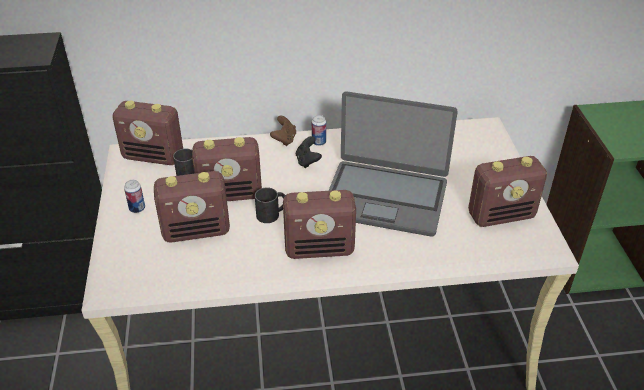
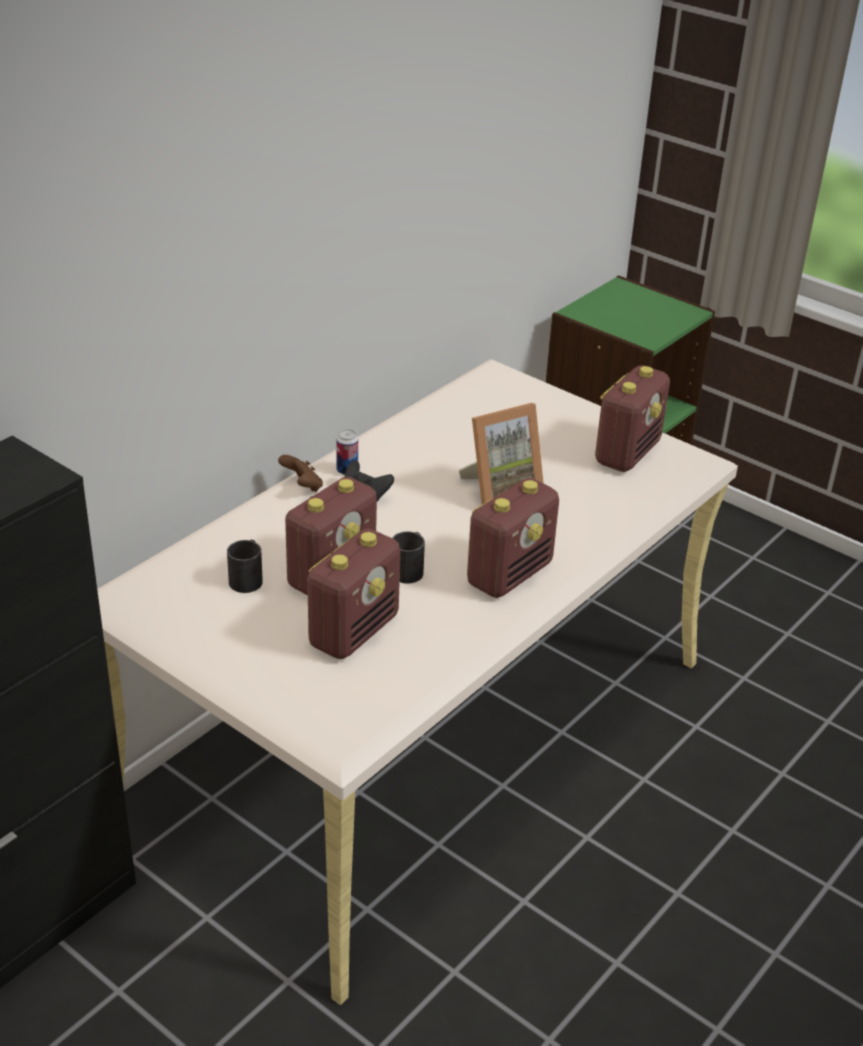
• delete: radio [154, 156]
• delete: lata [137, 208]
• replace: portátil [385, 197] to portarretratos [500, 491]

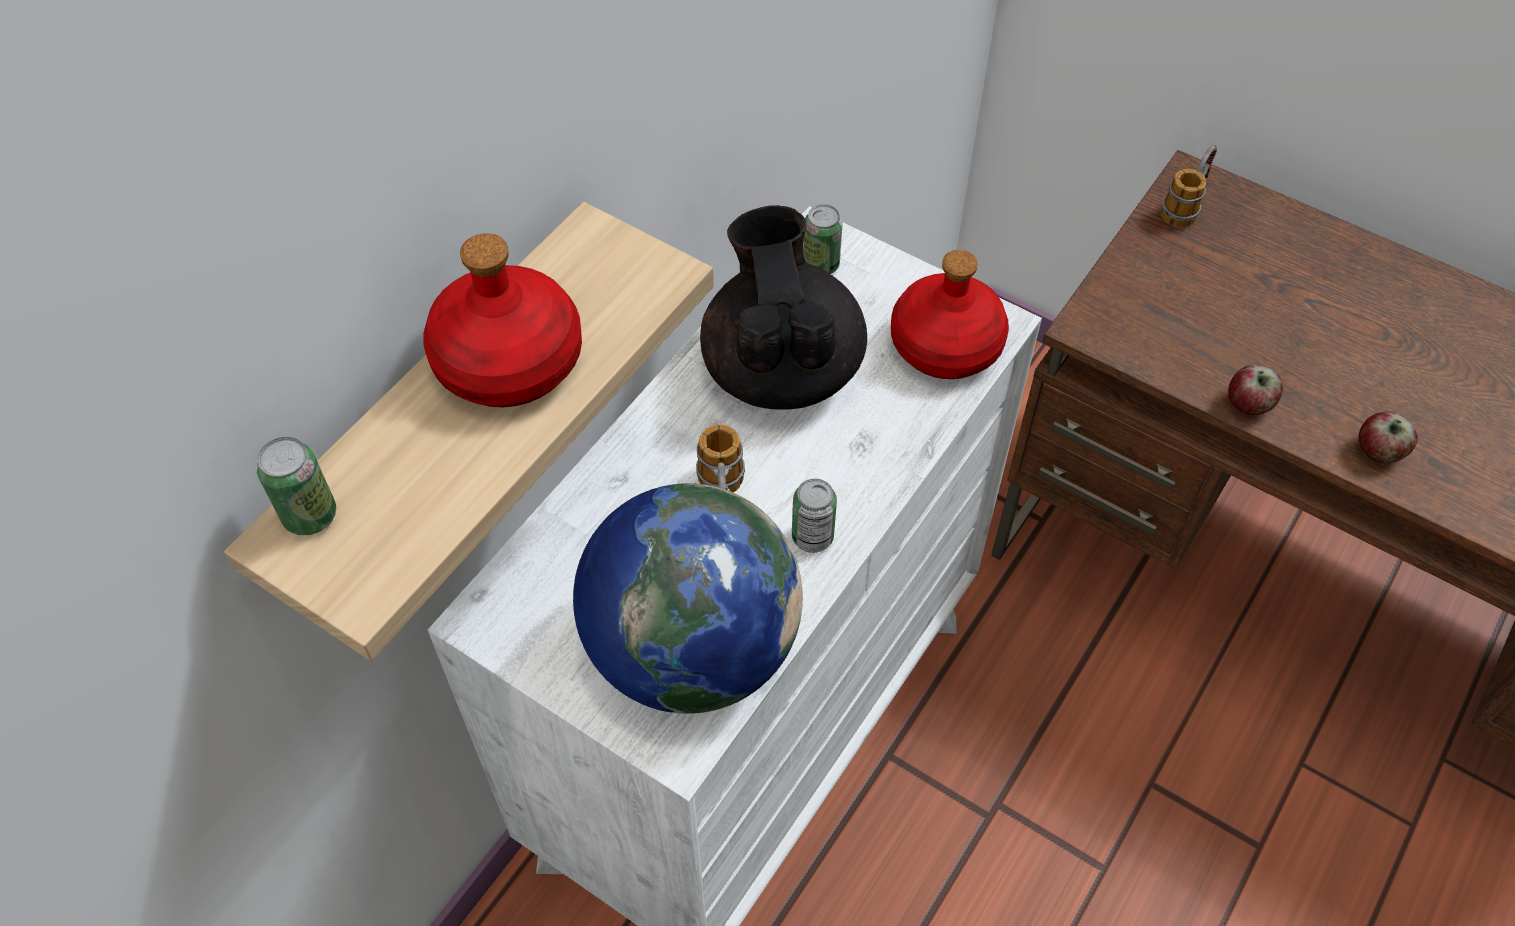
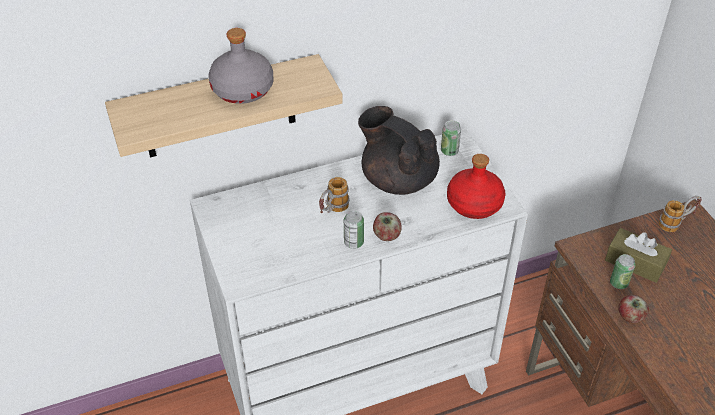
• delete: globo terráqueo [692, 649]
• insert: caja de pañuelos [marrón] [635, 262]
• move: lata [310, 515] to [618, 283]
• move: manzana [1378, 452] to [386, 236]
• recolor: botella [rojo] [510, 360] to botella [gris] [243, 90]
• rotate: tetera [negro] [781, 367] = [398, 179] 75 degrees counterclockwise

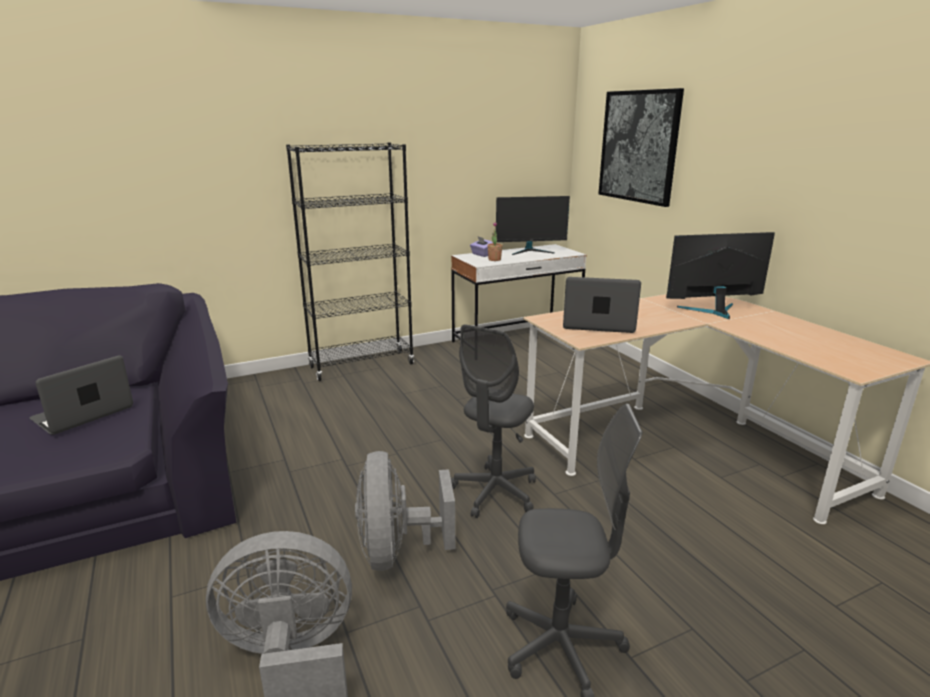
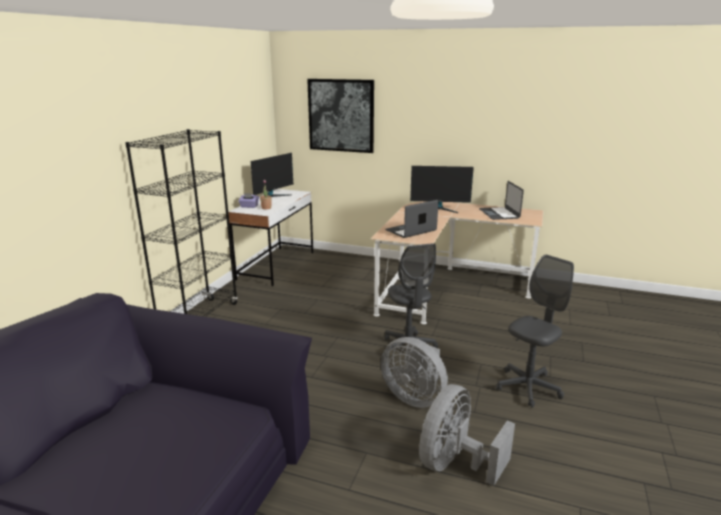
• move: portátil [83, 413] to [499, 213]
• rotate: monitor [714, 311] = [439, 209] 120 degrees counterclockwise

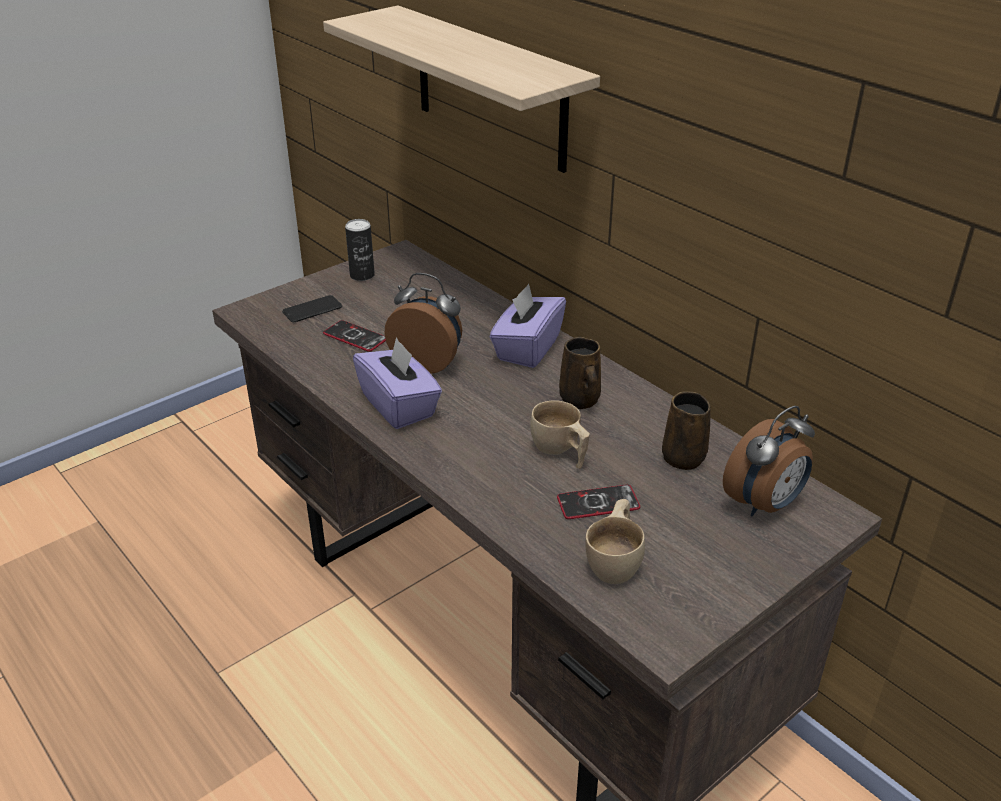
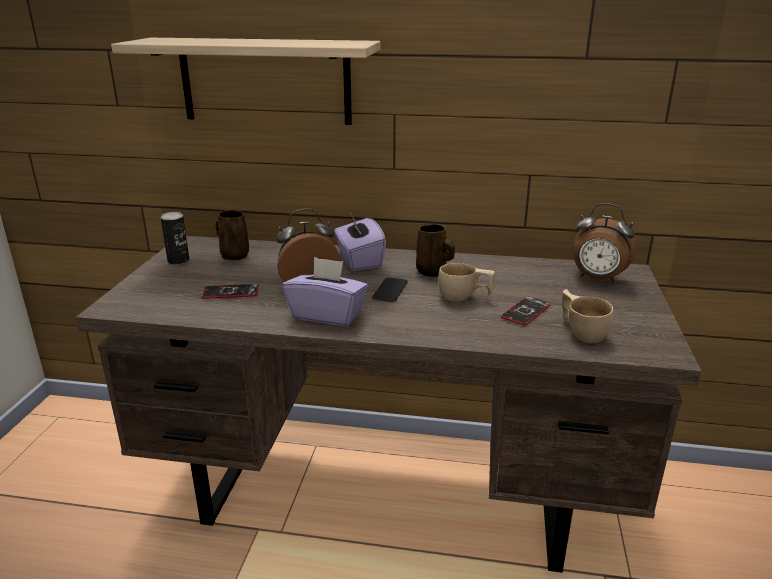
• move: móvil [312, 310] to [390, 290]
• move: taza grande [marrón] [682, 456] to [233, 255]
• rotate: despertador [764, 504] = [597, 279] 105 degrees clockwise

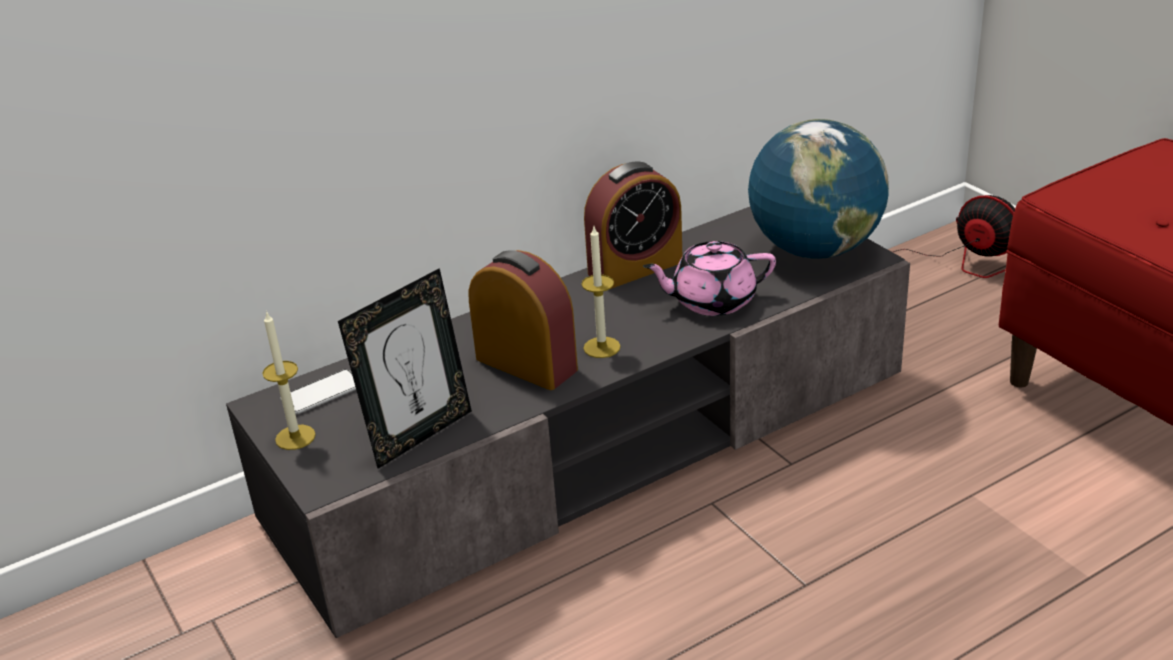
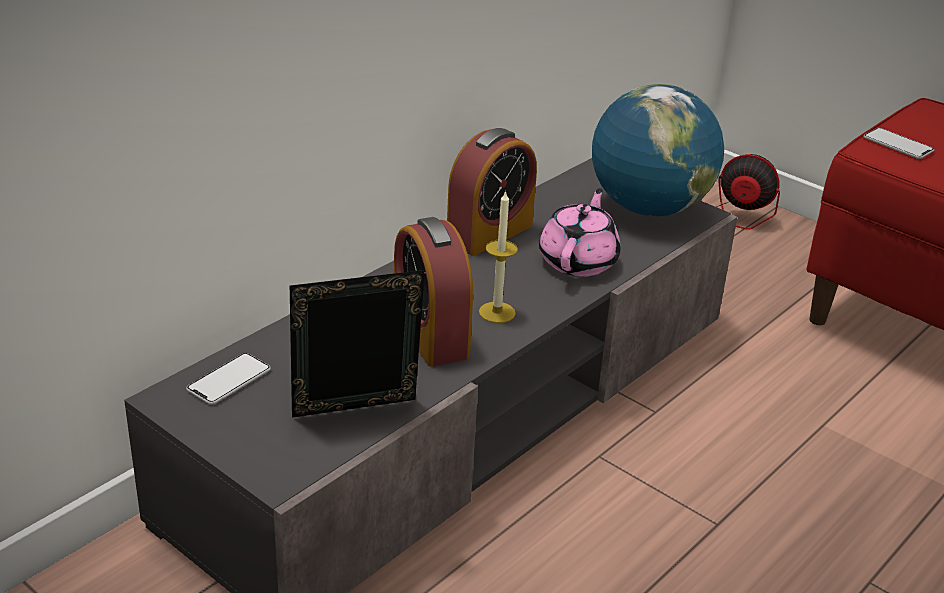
• delete: vela [295, 437]
• insert: móvil [898, 145]
• rotate: portarretratos [419, 435] = [356, 414] 135 degrees counterclockwise
• rotate: despertador [526, 364] = [430, 334] 135 degrees counterclockwise
• rotate: tetera [rosa] [712, 301] = [579, 261] 135 degrees clockwise

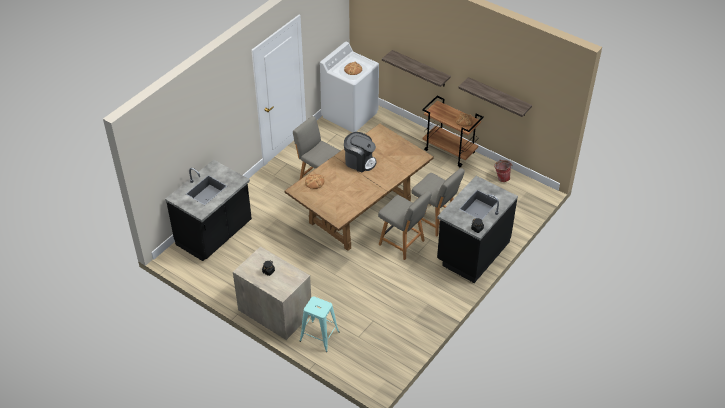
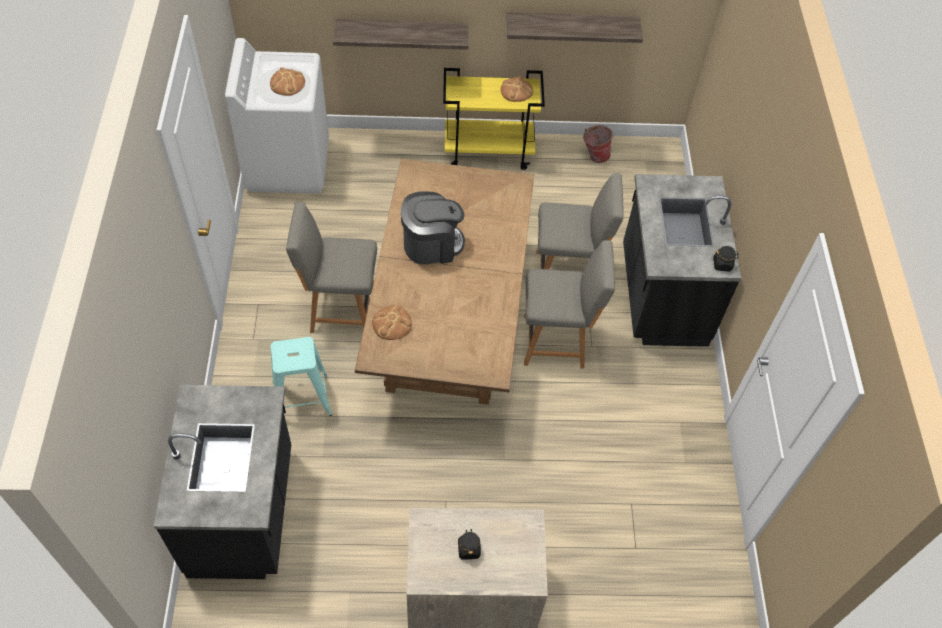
• move: taburete [turquesa] [319, 336] to [302, 398]
• recolor: carrito [marrón] [450, 151] to carrito [amarillo] [489, 151]

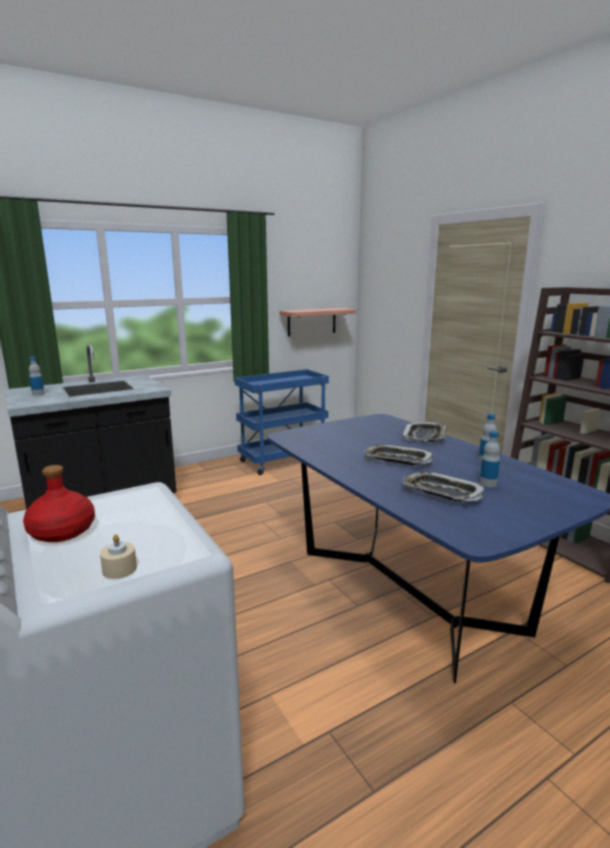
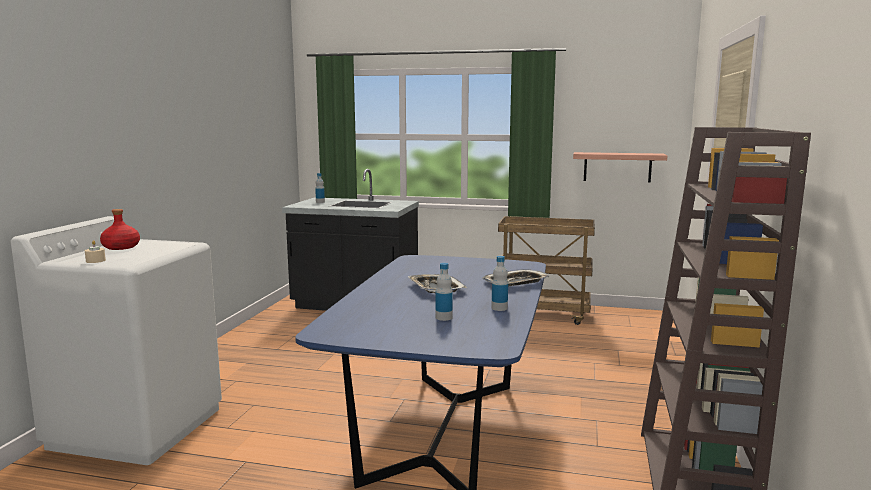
• delete: bandeja [442, 492]
• recolor: carrito [azul] [283, 460] to carrito [marrón] [544, 314]

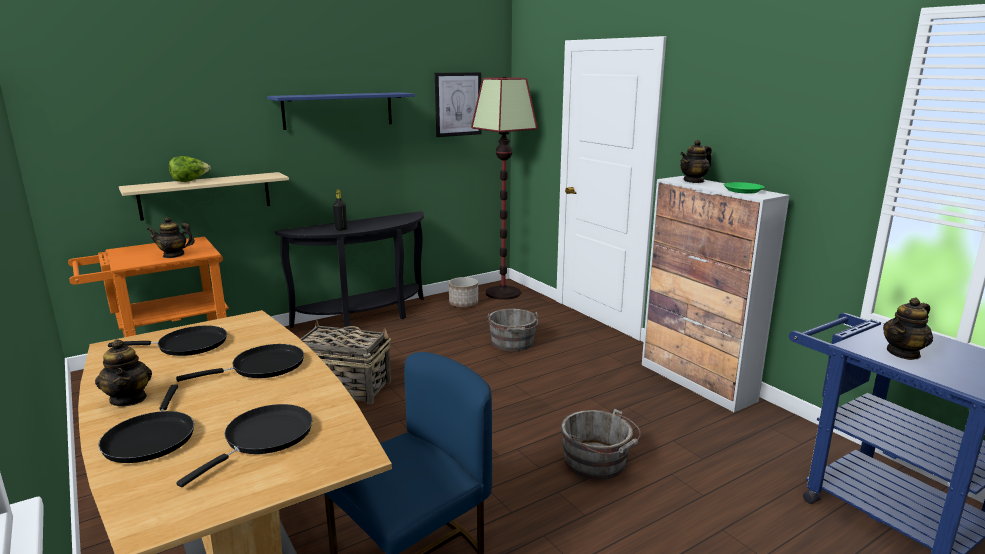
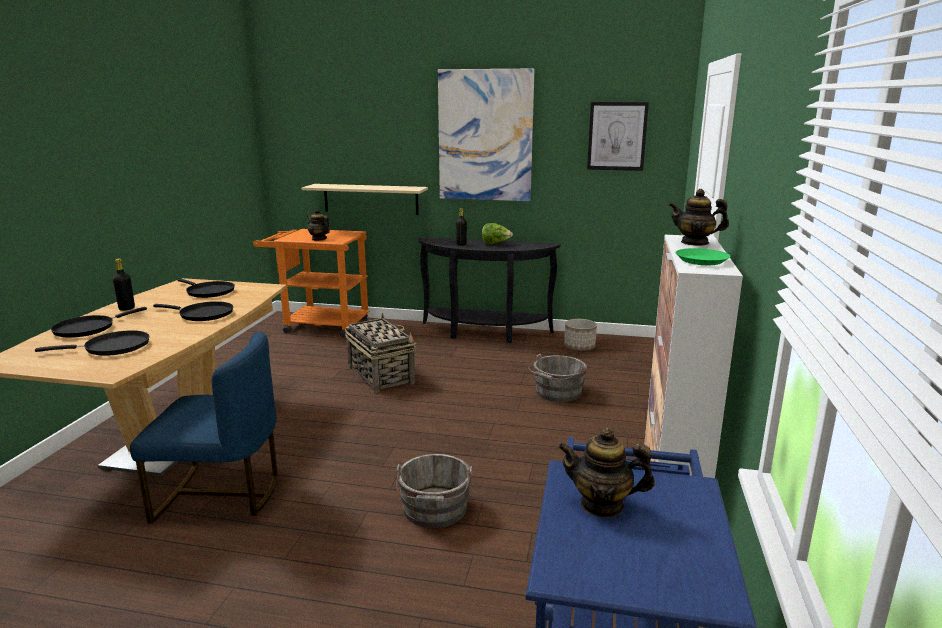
• delete: lámpara de pie [503, 293]
• move: lechuga [190, 181] to [495, 244]
• replace: tetera [129, 399] to botella [negro] [127, 308]
• replace: estante [azul] [338, 110] to cuadro [485, 136]

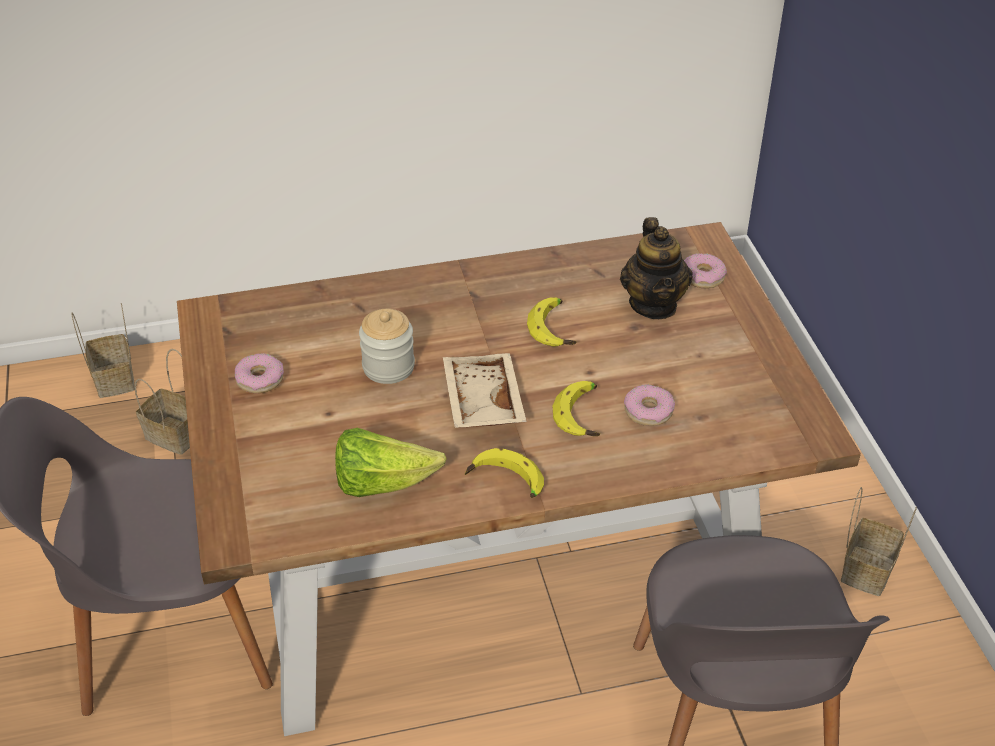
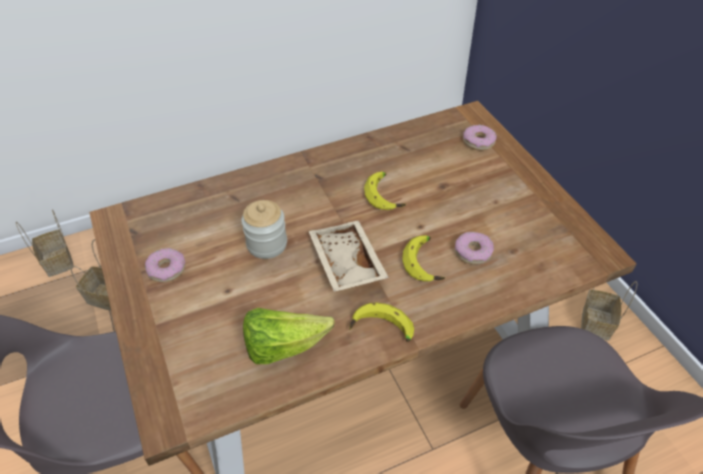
• delete: tetera [654, 304]

